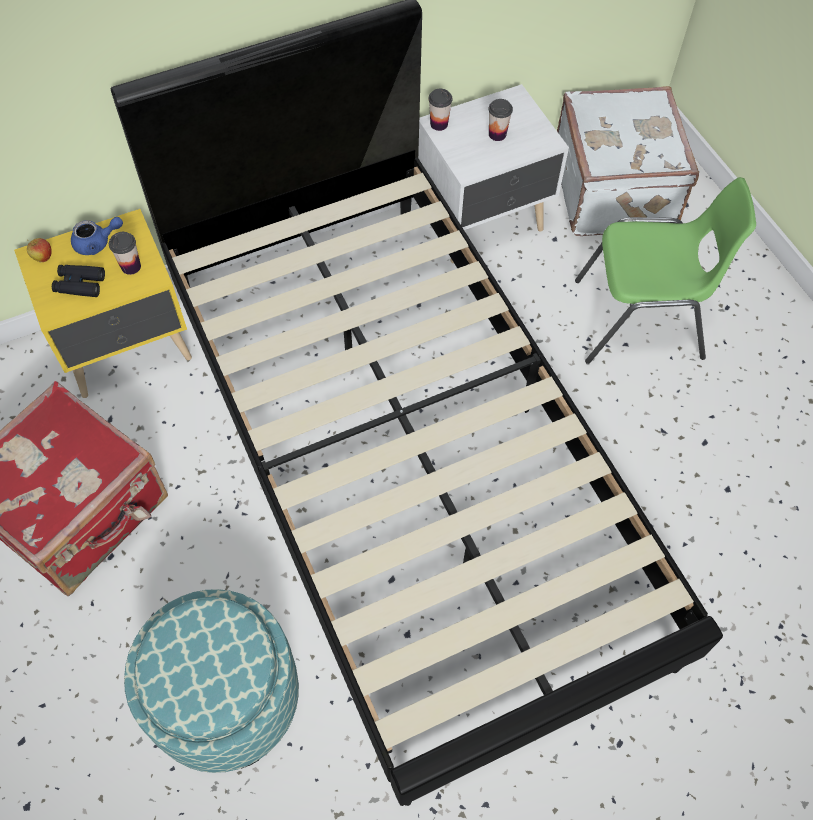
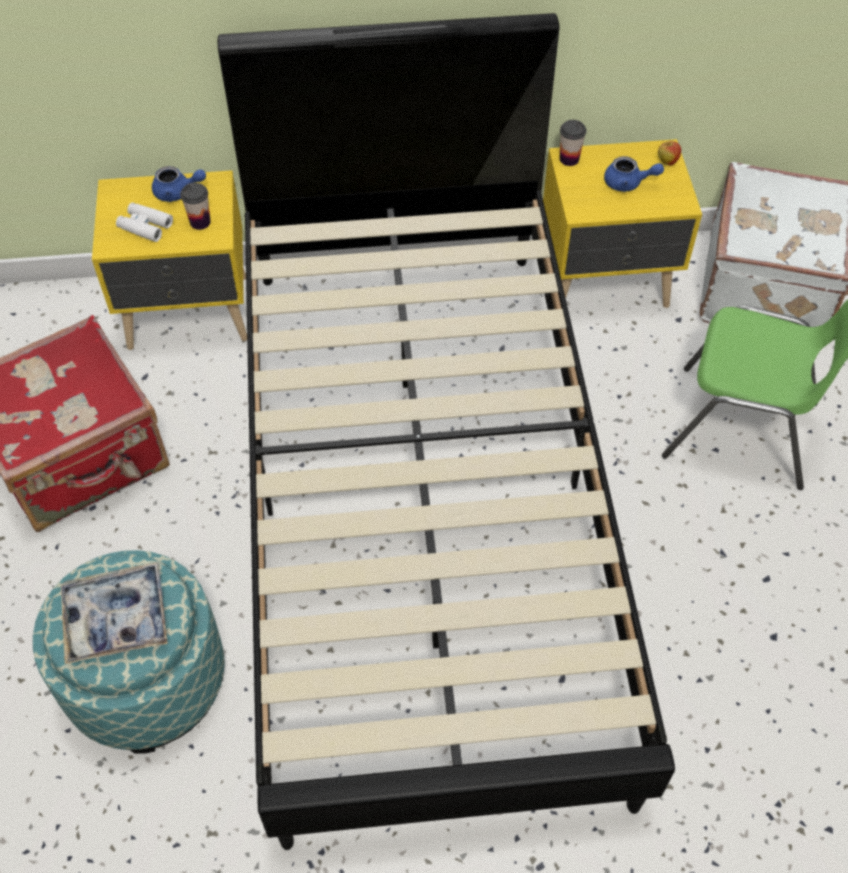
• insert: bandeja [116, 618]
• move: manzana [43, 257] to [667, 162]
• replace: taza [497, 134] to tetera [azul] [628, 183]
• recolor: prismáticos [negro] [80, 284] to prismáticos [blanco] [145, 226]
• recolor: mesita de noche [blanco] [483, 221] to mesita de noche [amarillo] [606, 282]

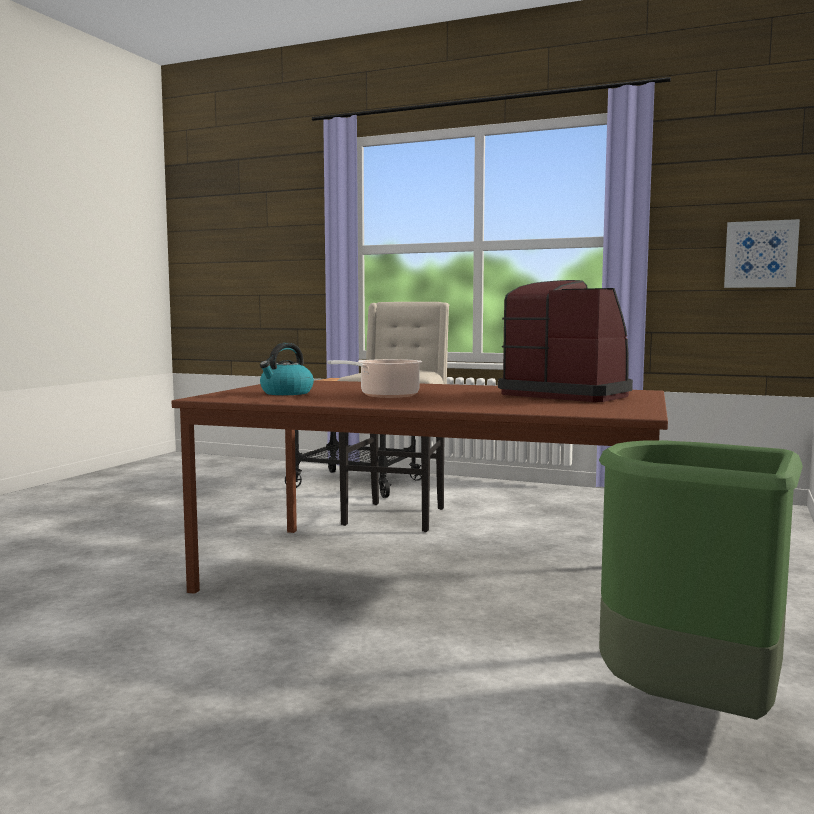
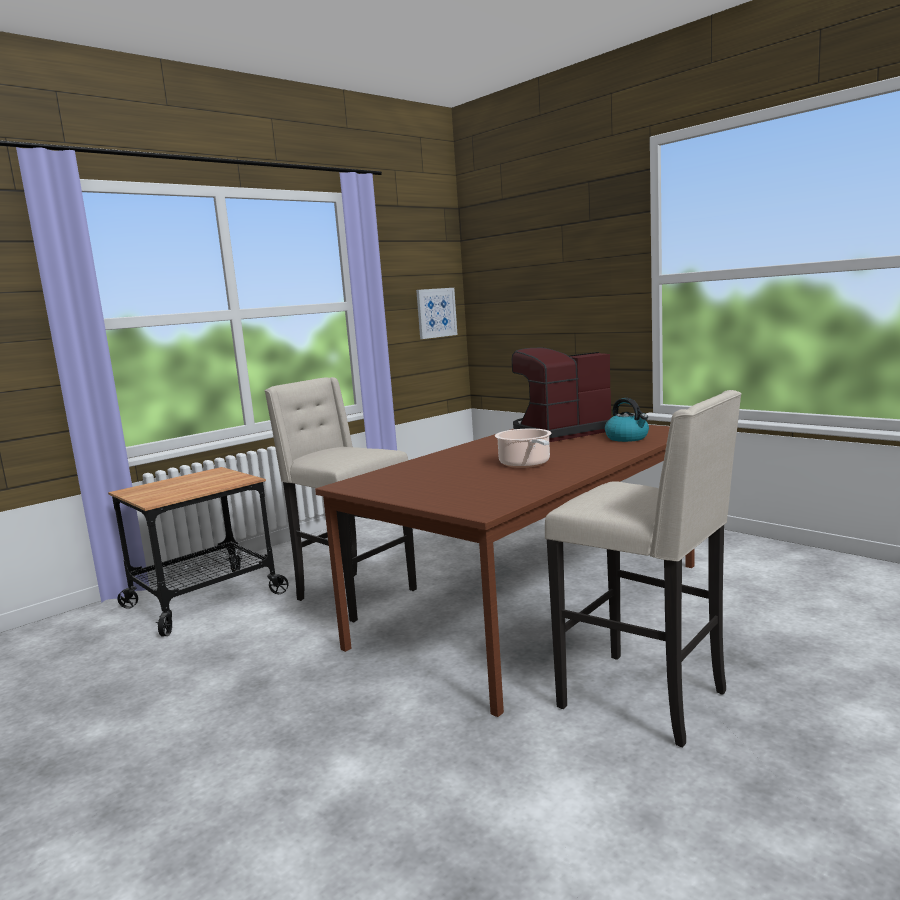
• delete: papelera [verde] [691, 711]
• insert: taburete [beis] [647, 699]
• move: hervidor [286, 393] to [627, 438]

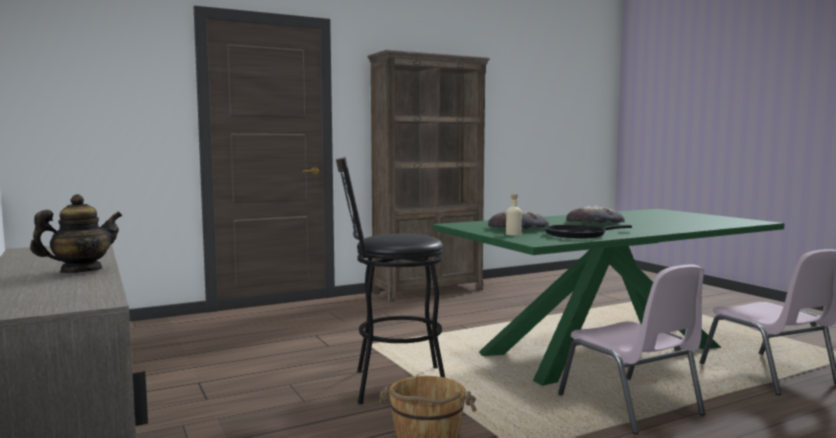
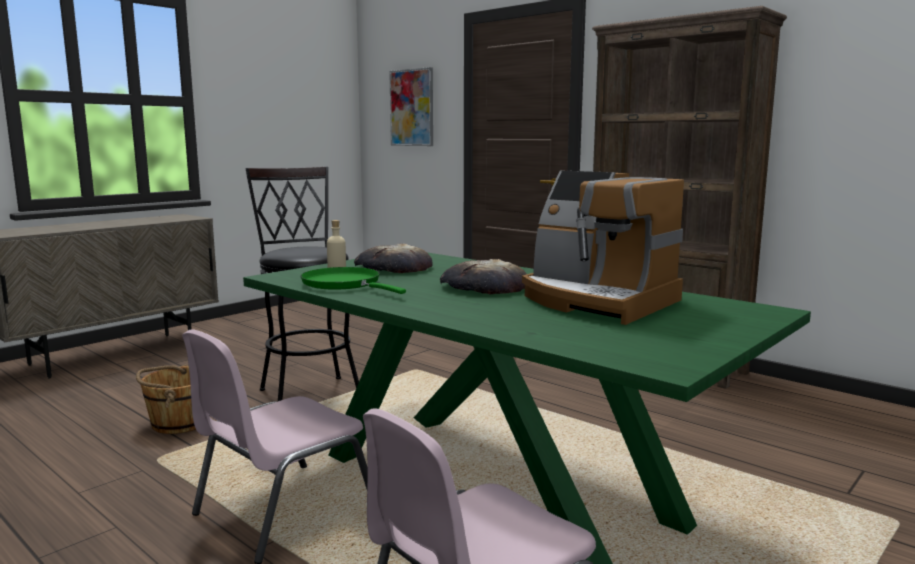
• delete: tetera [81, 271]
• insert: cuadro [412, 108]
• insert: cafetera [597, 301]
• recolor: sartén [negro] [578, 235] to sartén [verde] [345, 284]

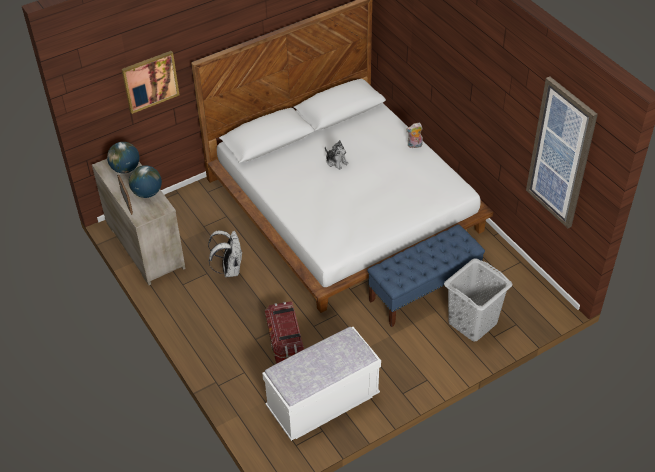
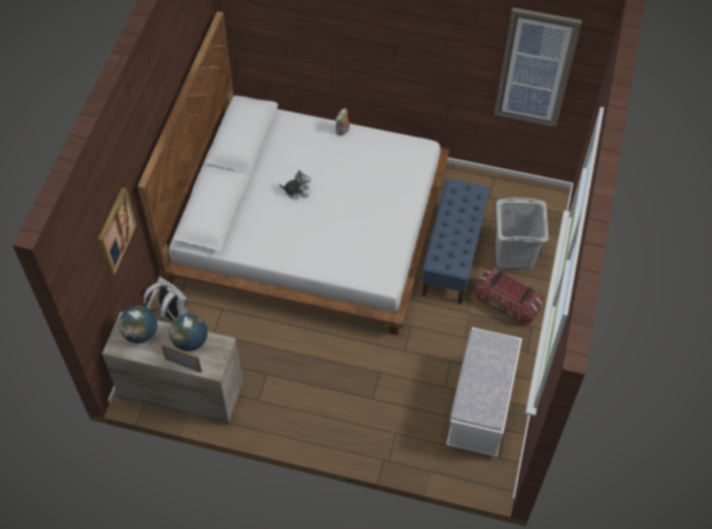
• move: mochila [blanco] [229, 269] to [171, 314]
• move: caja de almacenaje [285, 342] to [506, 304]

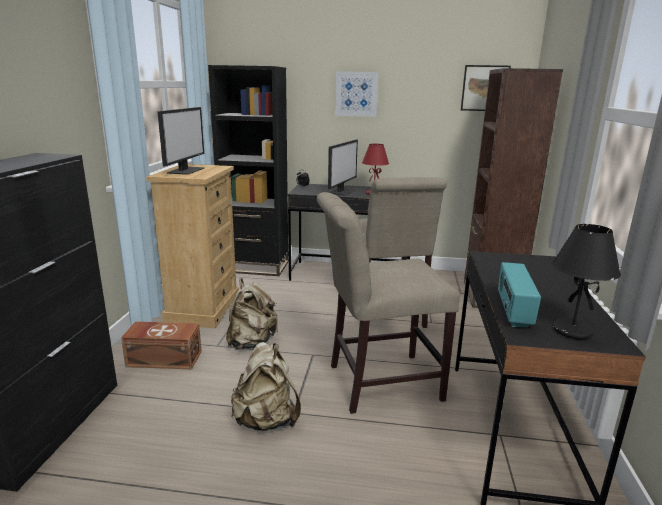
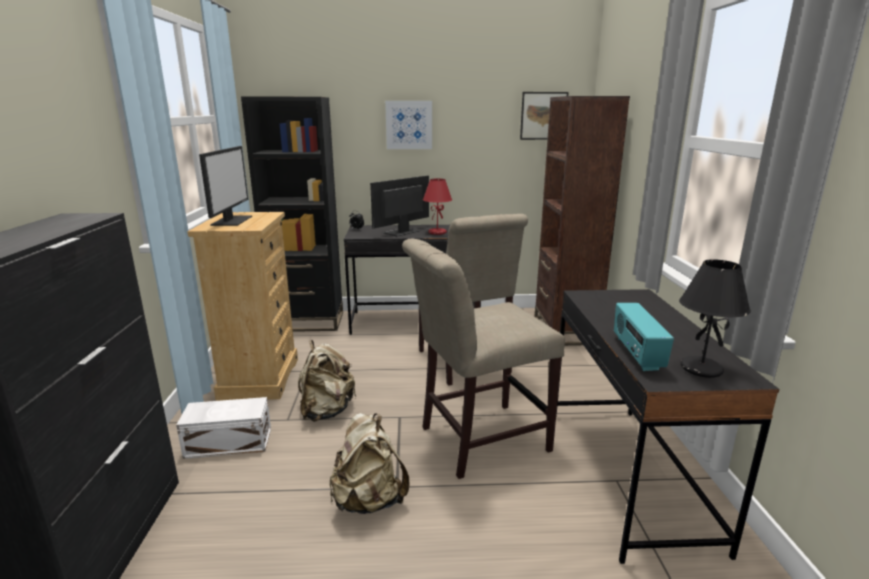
• recolor: caja de almacenaje [marrón] [163, 358] to caja de almacenaje [blanco] [228, 442]
• rotate: monitor [342, 191] = [402, 232] 150 degrees counterclockwise

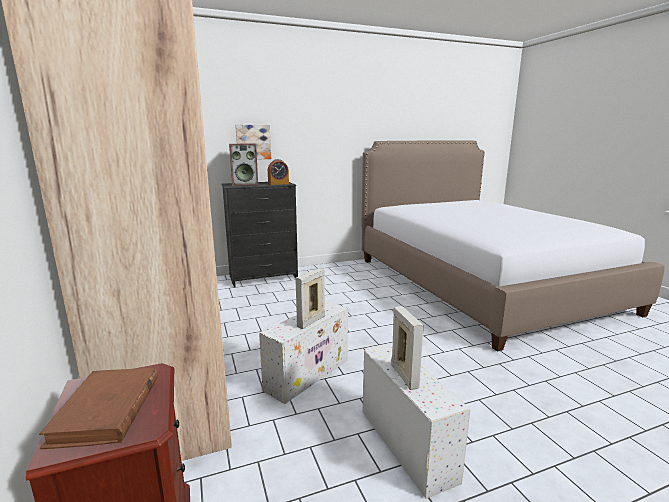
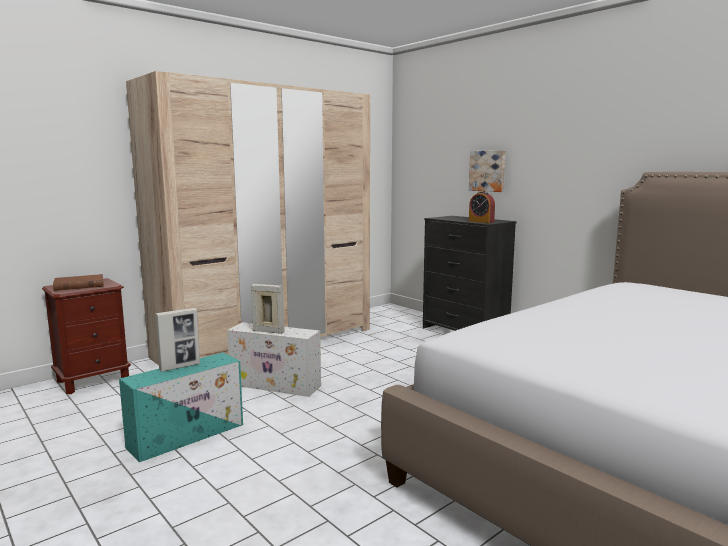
• delete: altavoz [245, 184]
• recolor: caja de almacenaje [blanco] [405, 442] to caja de almacenaje [turquesa] [188, 435]

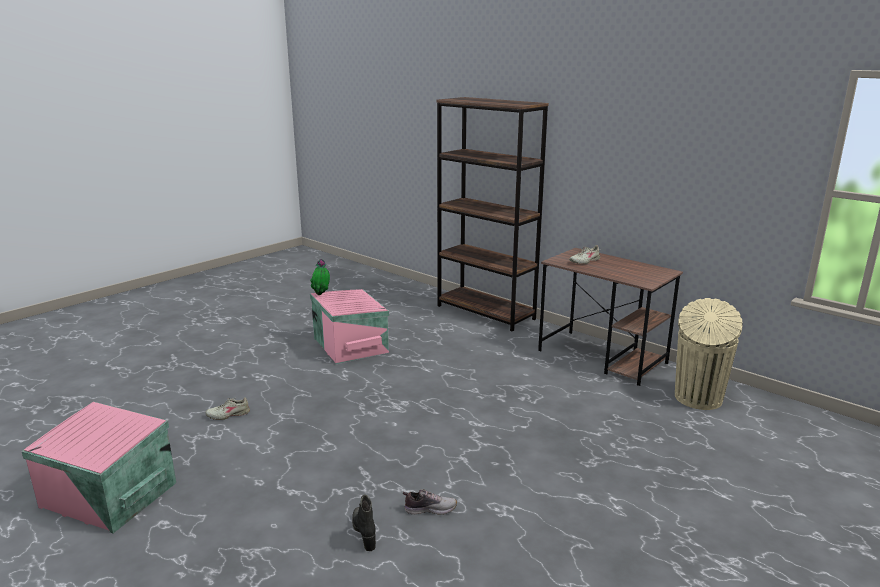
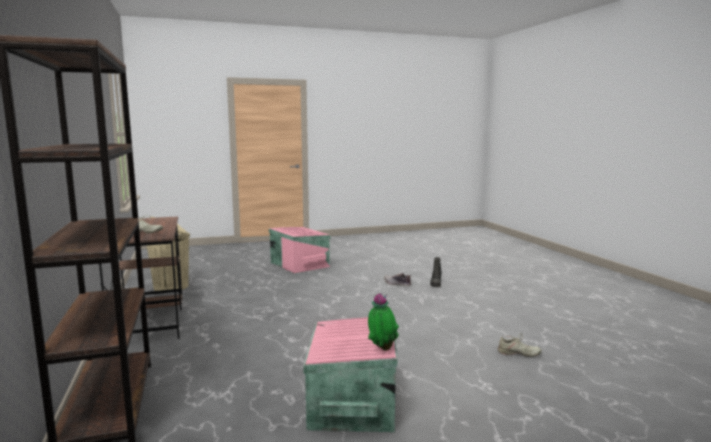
• move: caja de almacenaje [rosa] [108, 496] to [300, 264]

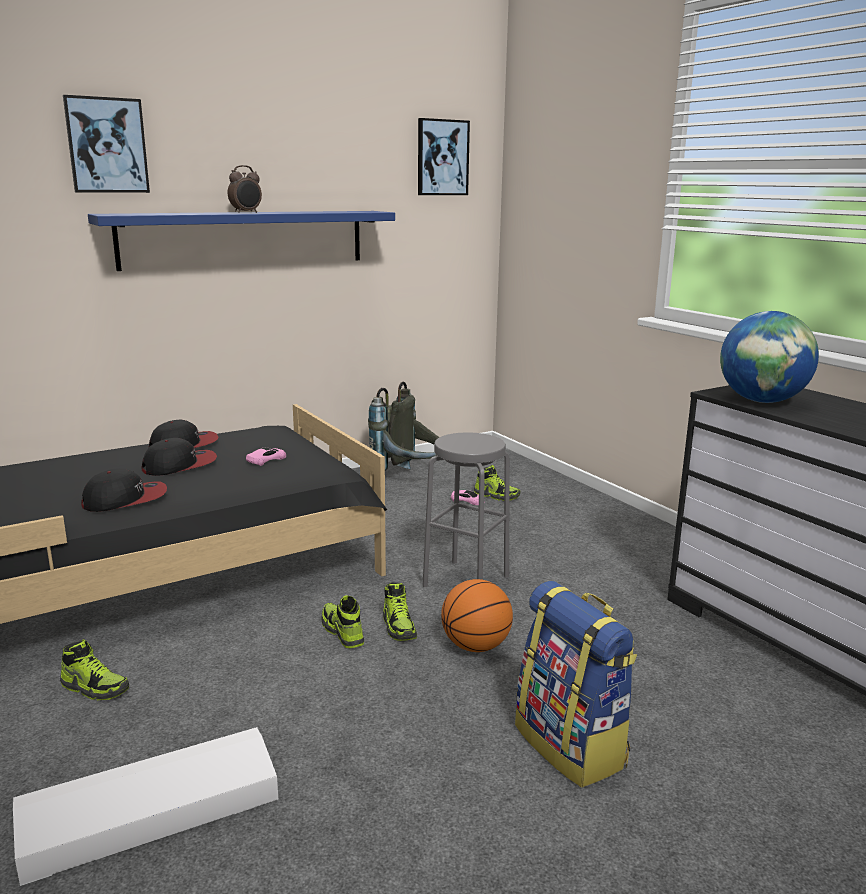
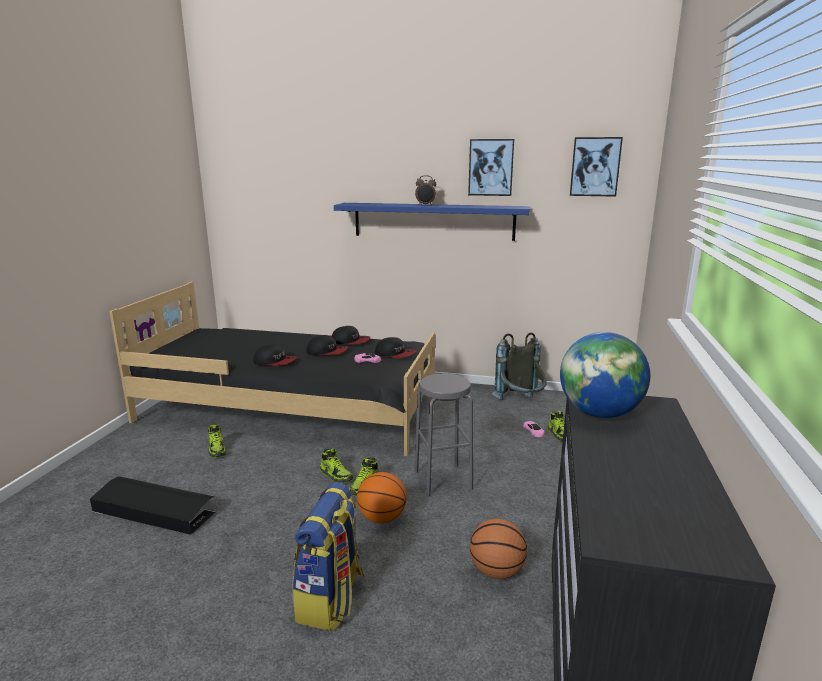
• insert: gorra [395, 354]
• insert: balón de baloncesto [496, 571]
• move: cuadro [107, 145] to [491, 167]
• recolor: caja de almacenaje [blanco] [151, 813] to caja de almacenaje [negro] [154, 511]
• rotate: zapato [342, 632] = [336, 475] 120 degrees clockwise

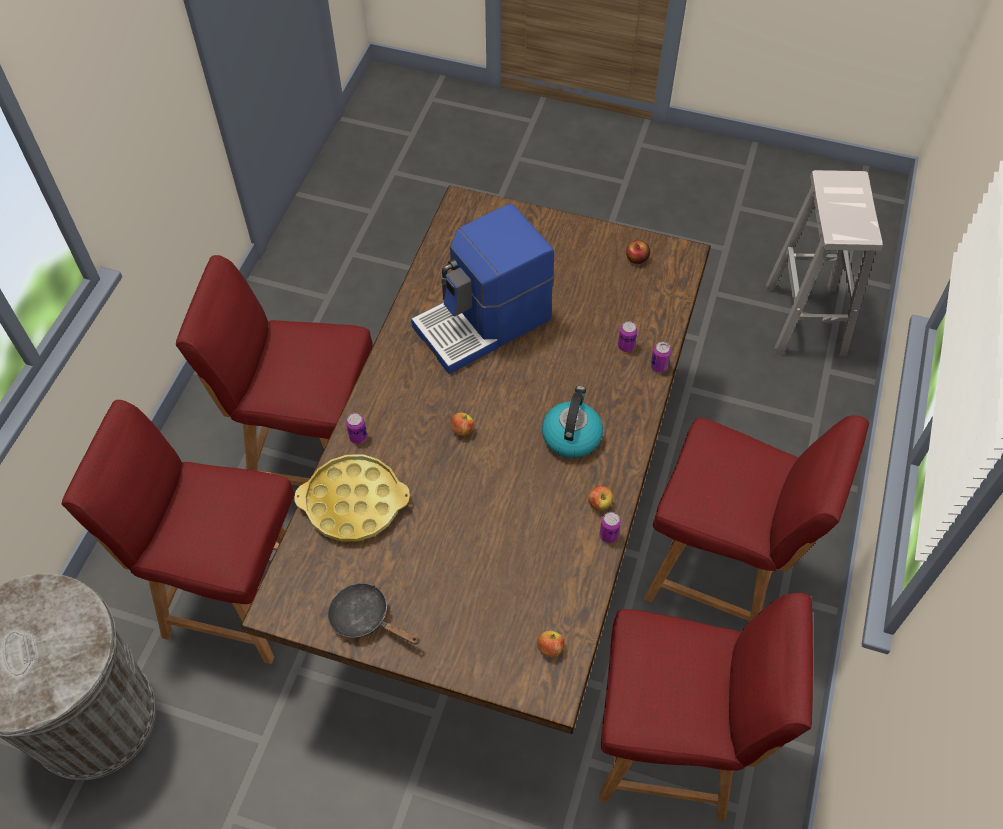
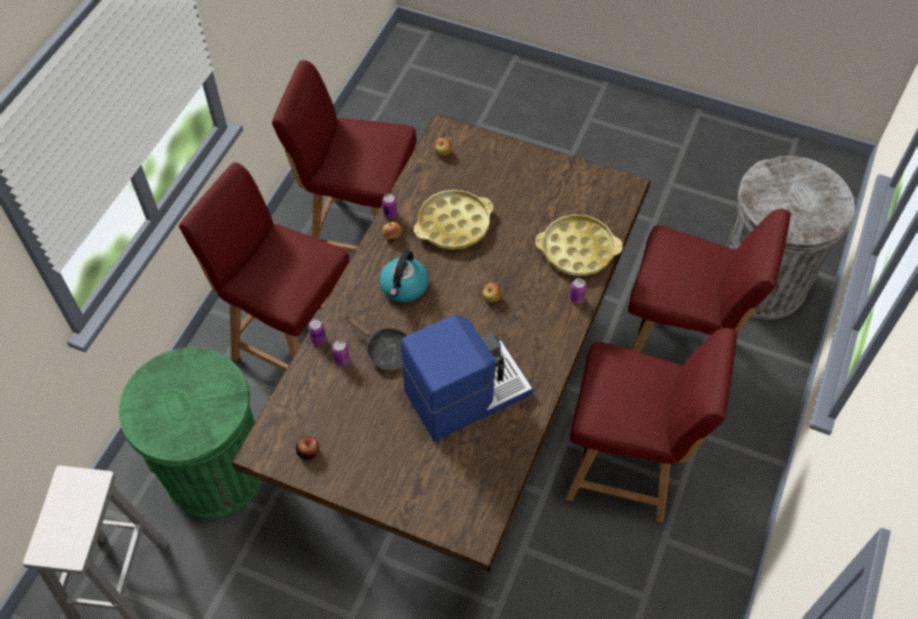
• insert: papelera [verde] [215, 472]
• insert: bandeja [amarillo] [454, 224]
• move: sartén [negro] [365, 618] to [385, 350]

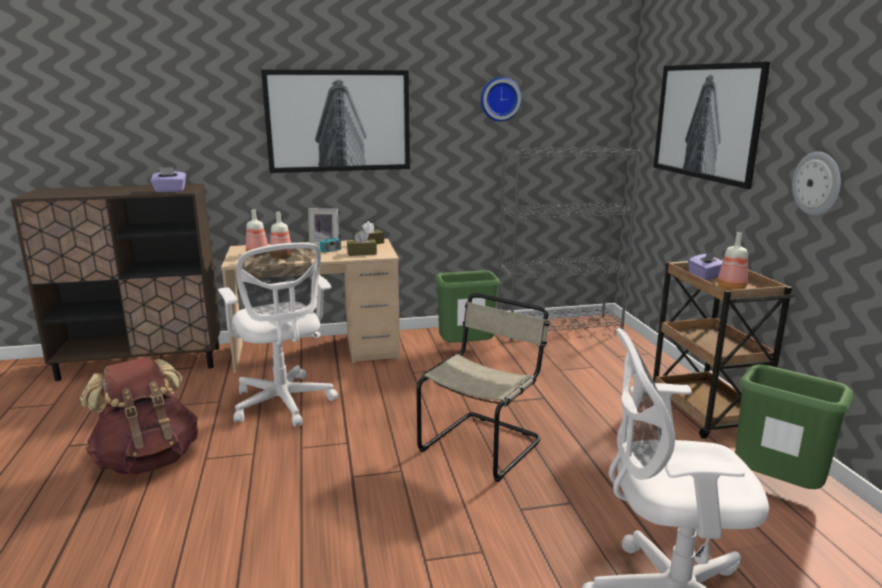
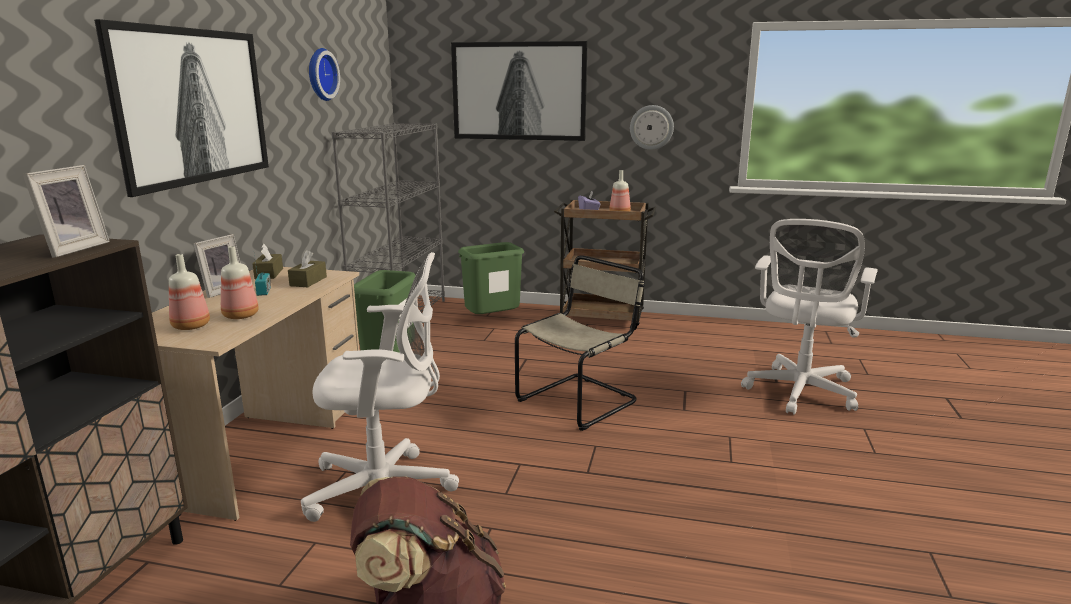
• move: papelera [verde] [776, 488] to [492, 322]
• replace: caja de pañuelos [morado] [170, 191] to portarretratos [72, 249]
• rotate: silla [beis] [483, 444] = [580, 400] 75 degrees clockwise

